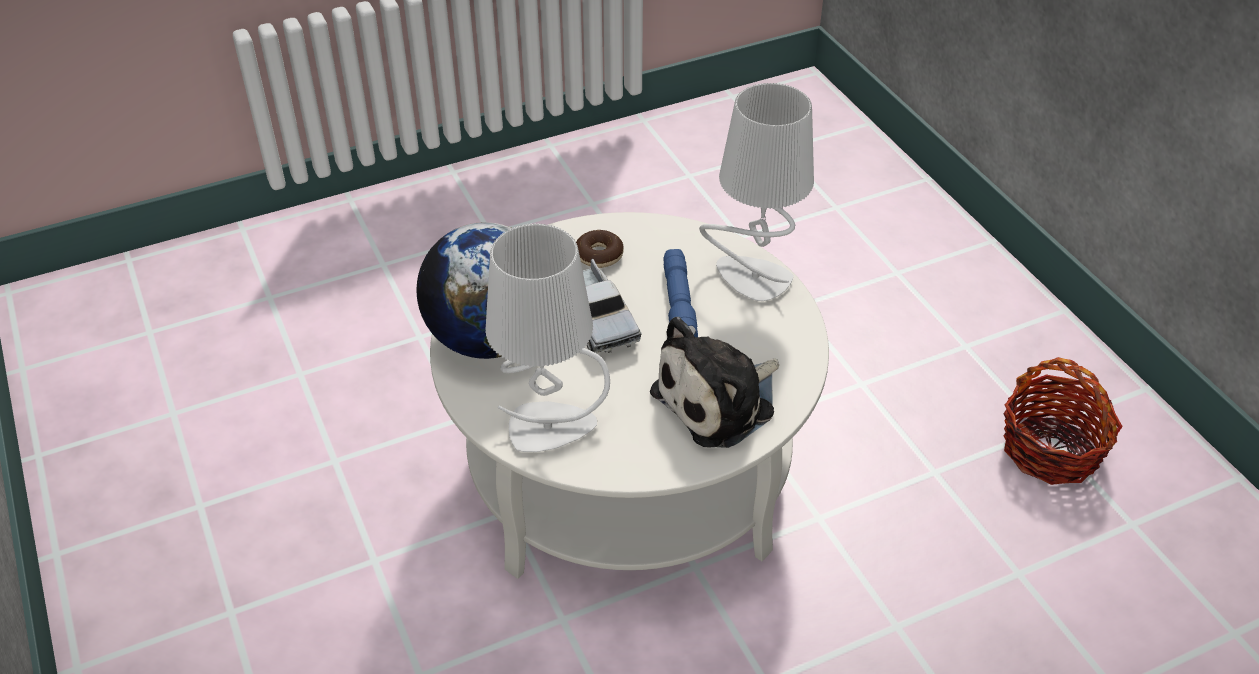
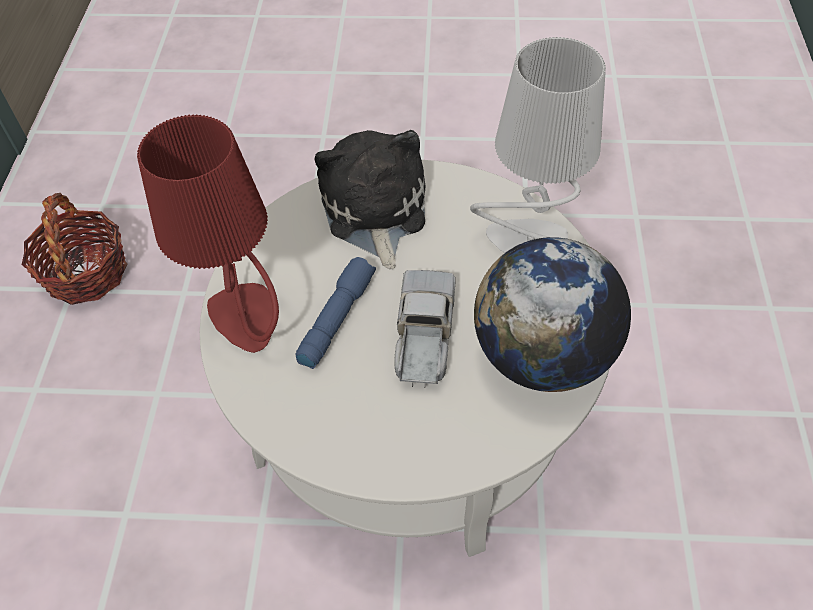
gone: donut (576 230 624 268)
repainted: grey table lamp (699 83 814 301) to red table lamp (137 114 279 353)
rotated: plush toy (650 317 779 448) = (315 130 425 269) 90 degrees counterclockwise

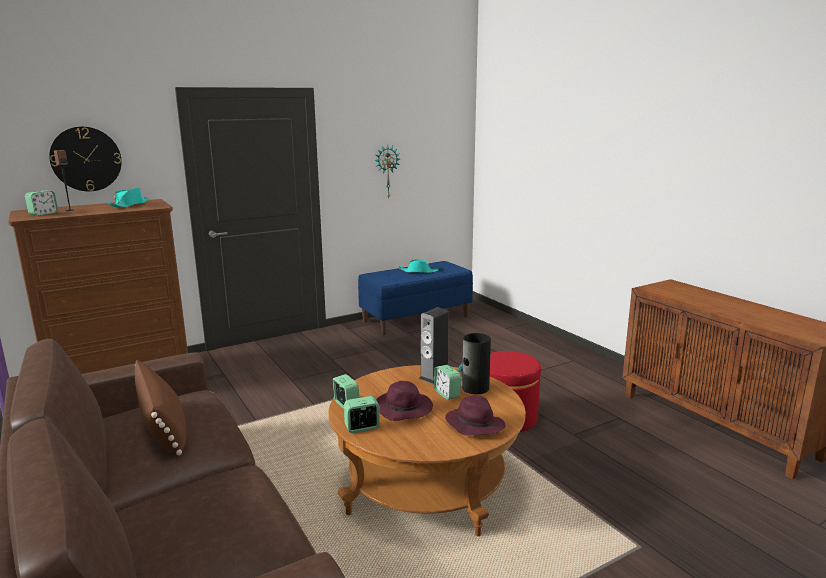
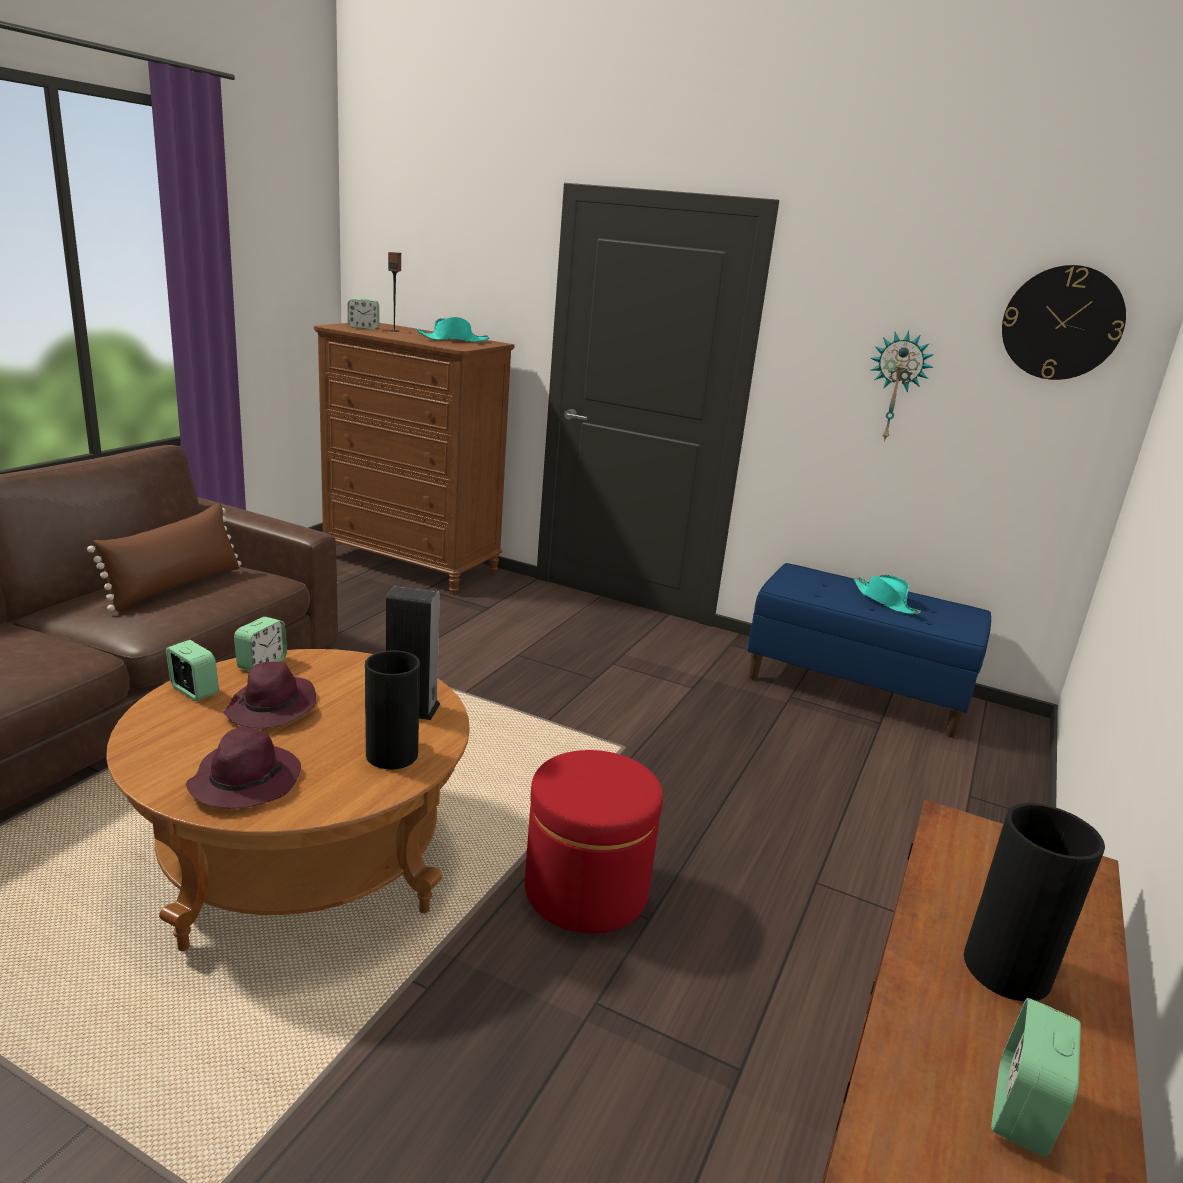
new: vase (964 803 1105 1002)
shifted: alarm clock (434 365 461 400) to (991 998 1081 1157); wall clock (49 127 122 191) to (1002 265 1126 380)

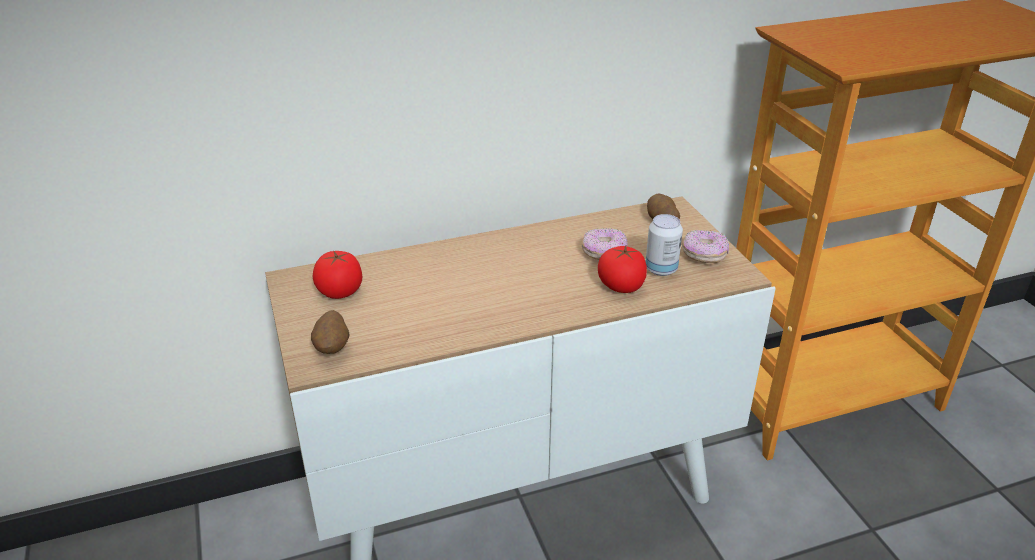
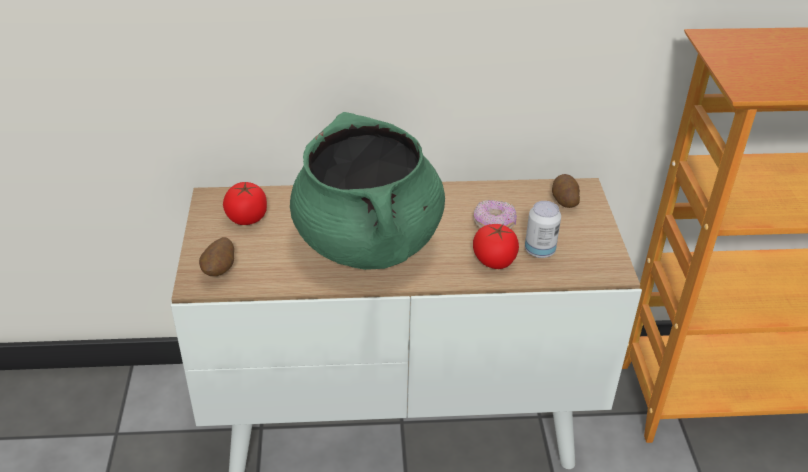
gone: donut (682 230 729 263)
new: green cooking pot (290 112 445 270)

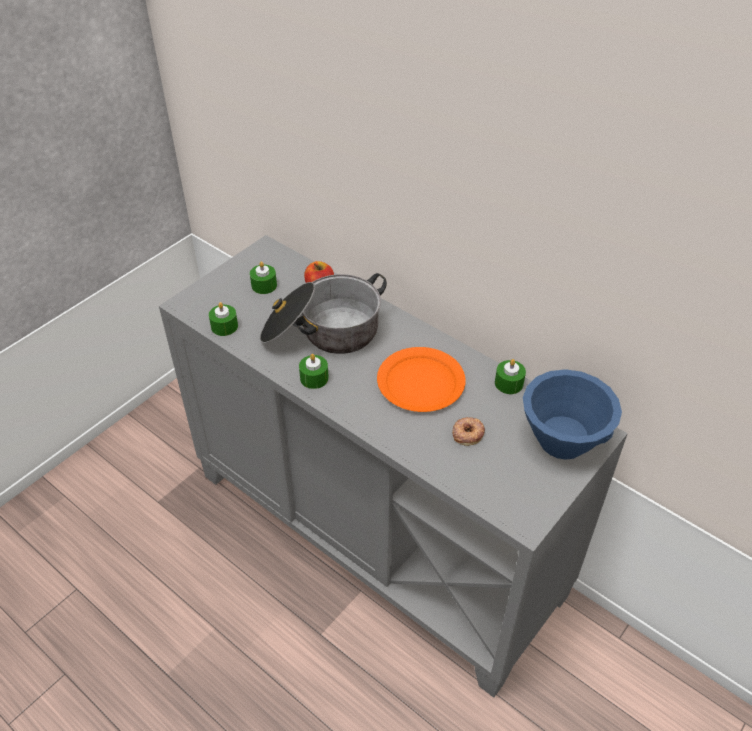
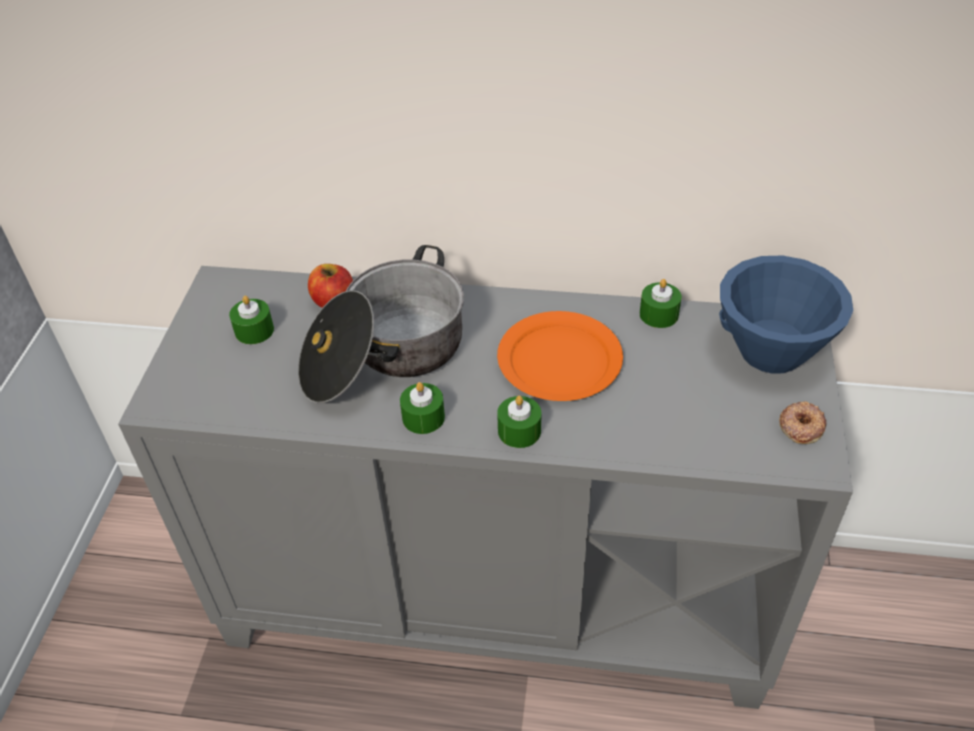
shifted: green candle (209 302 238 336) to (497 395 541 448); donut (452 417 485 446) to (779 401 826 444)

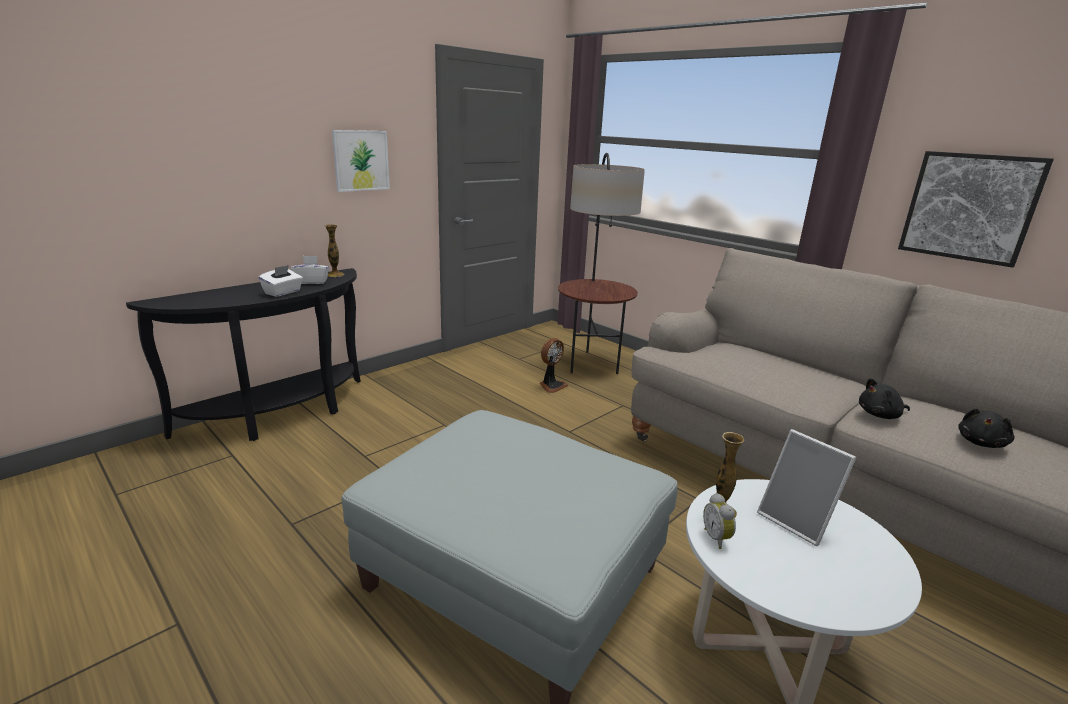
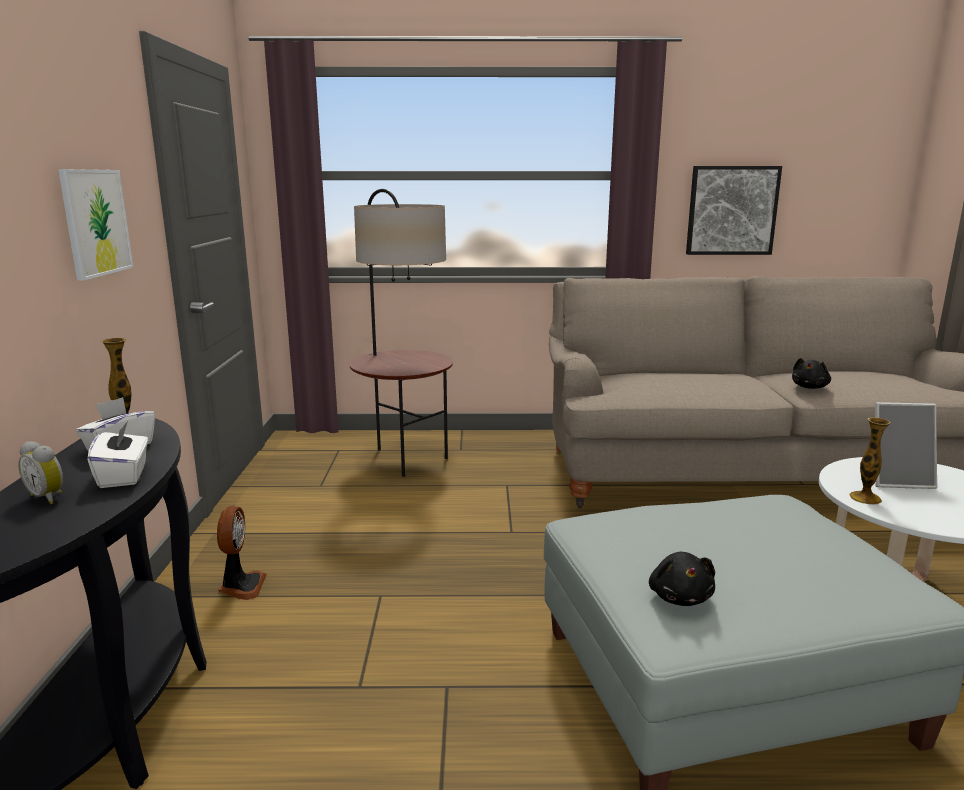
shifted: alarm clock (703 493 736 549) to (18 441 63 504); fan (540 338 568 393) to (217 506 267 600); black plush toy (958 408 1015 448) to (649 552 715 606)

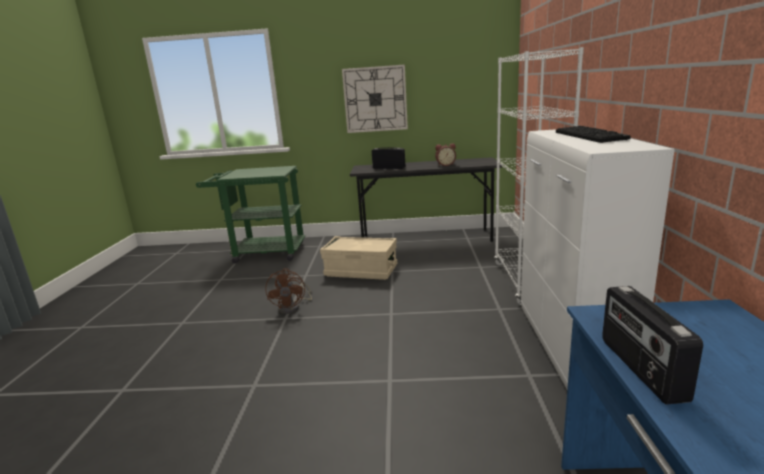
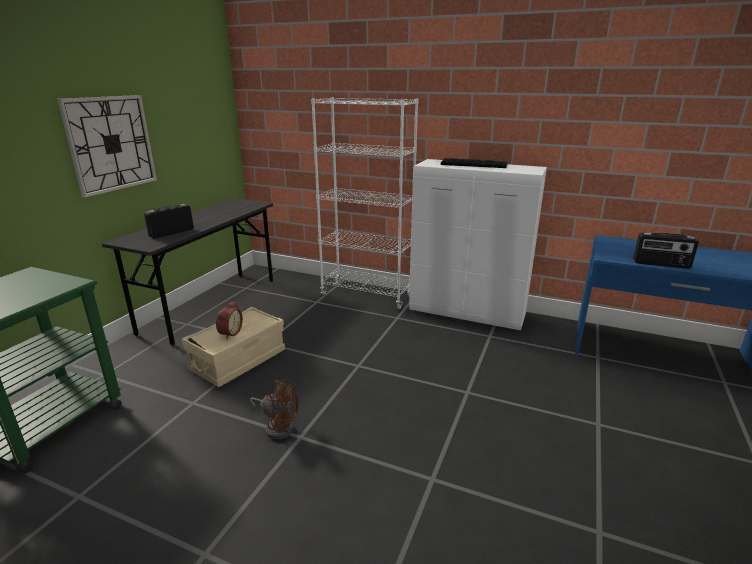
shifted: alarm clock (435 143 456 166) to (216 301 243 339)

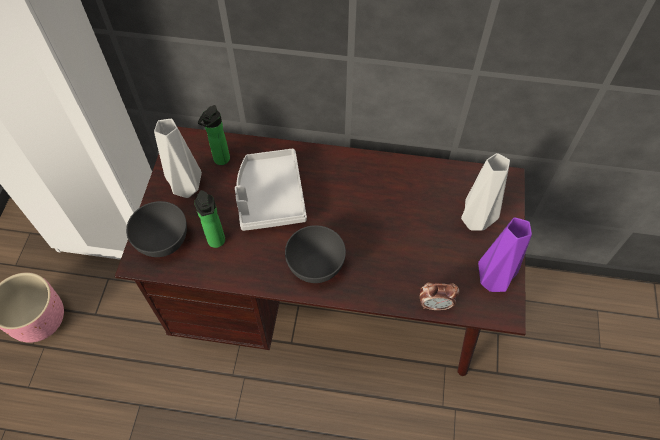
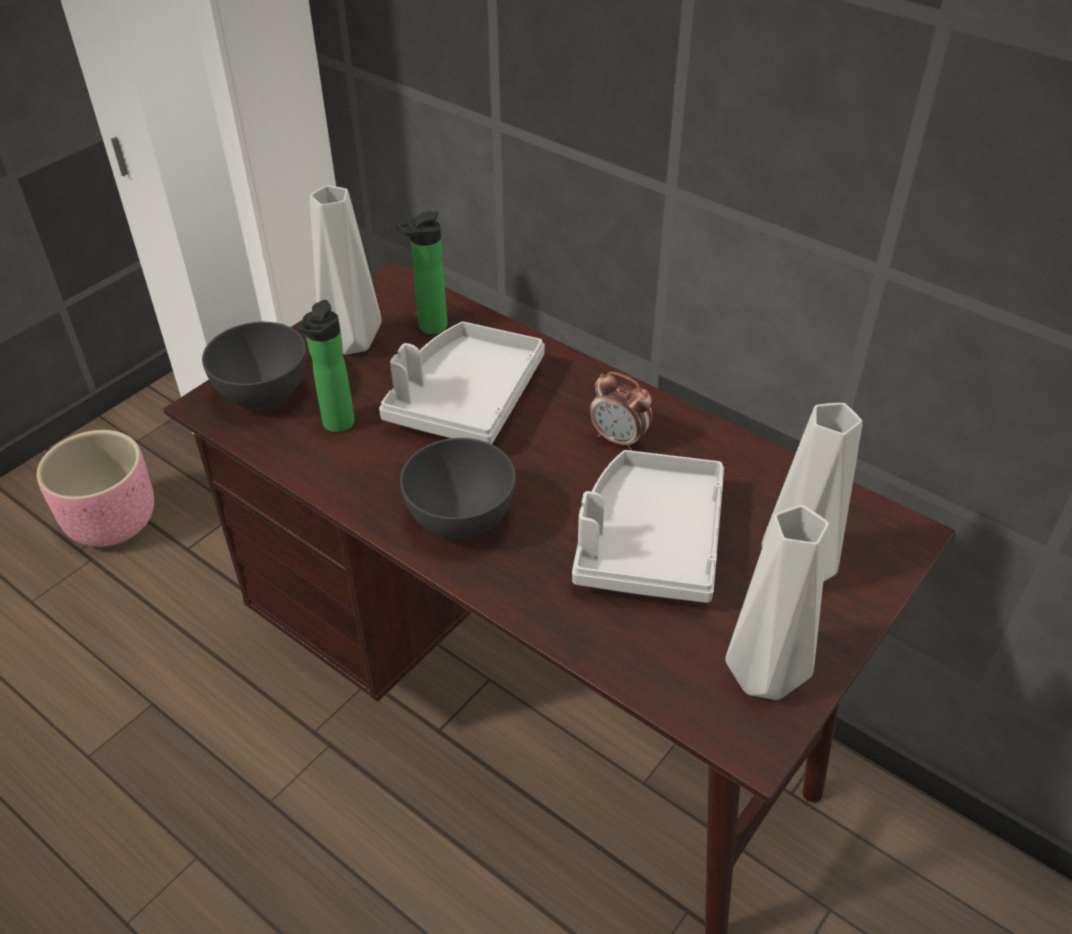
new: grey tray (572 450 724 603)
shifted: alarm clock (420 282 459 310) to (589 372 652 451)
repainted: purple vase (478 217 532 292) to grey vase (725 505 829 700)

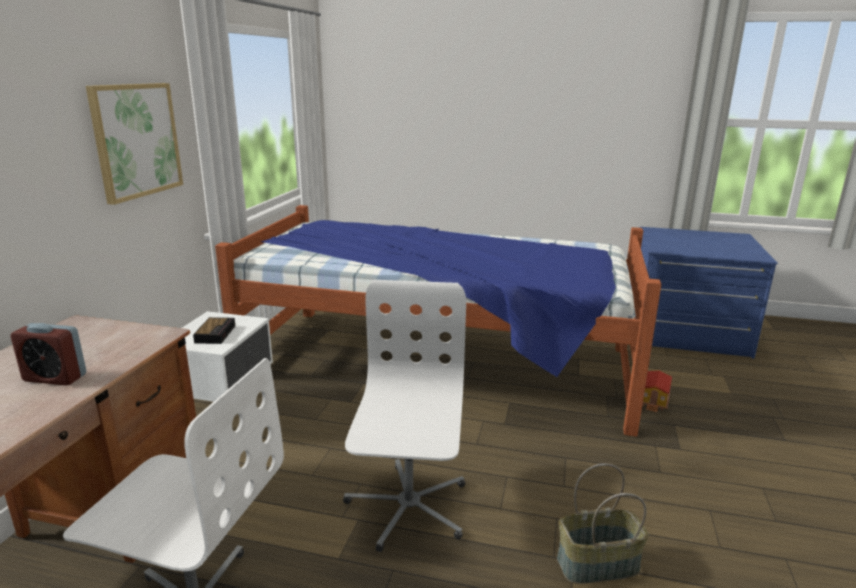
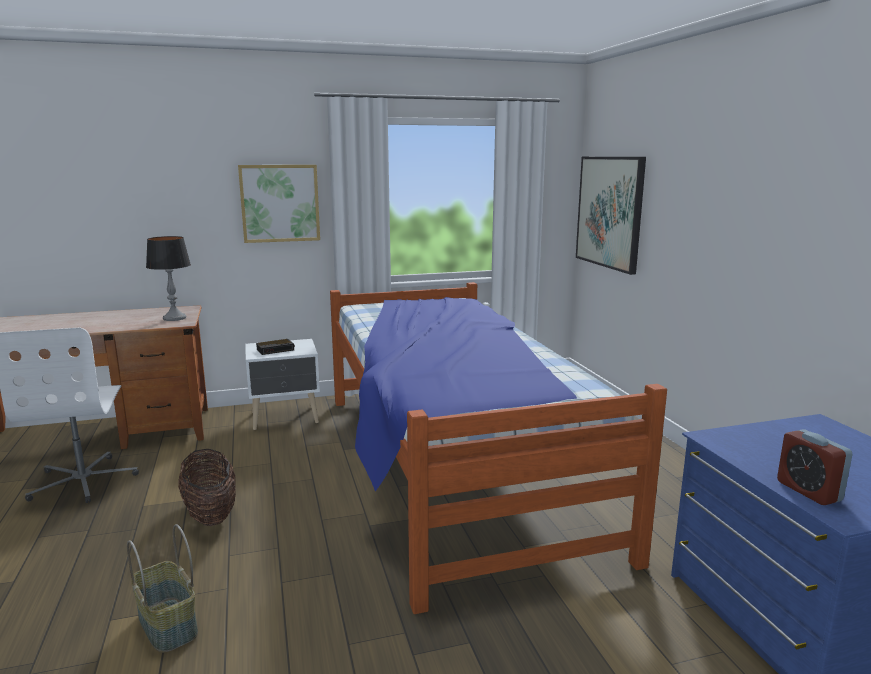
gone: toy house (642 370 672 412)
new: table lamp (146 236 191 321); picture (576 157 646 275)
shifted: alarm clock (10 323 86 385) to (777 429 853 505)
swapped: white office chair (343 280 466 552) to basket (178 449 236 526)

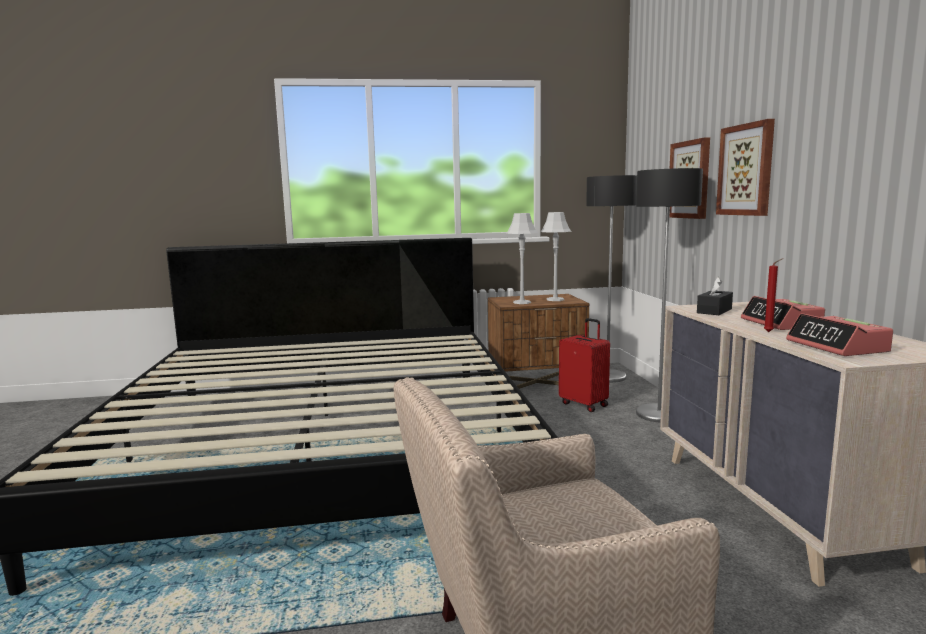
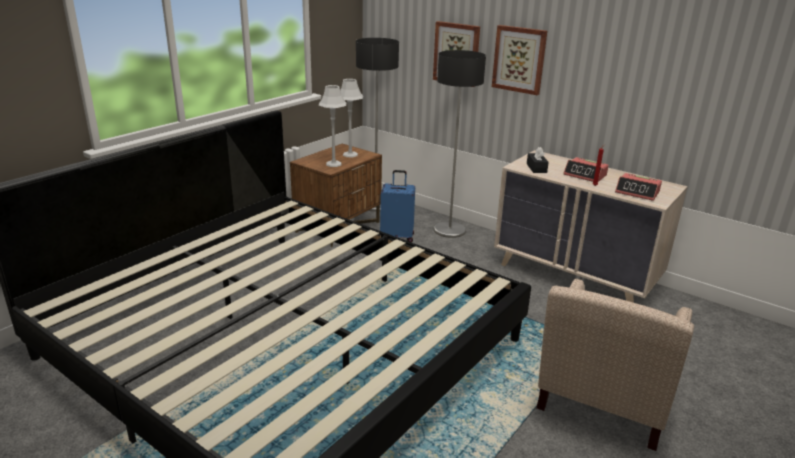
repainted: red suitcase (559 318 610 412) to blue suitcase (380 170 415 242)

